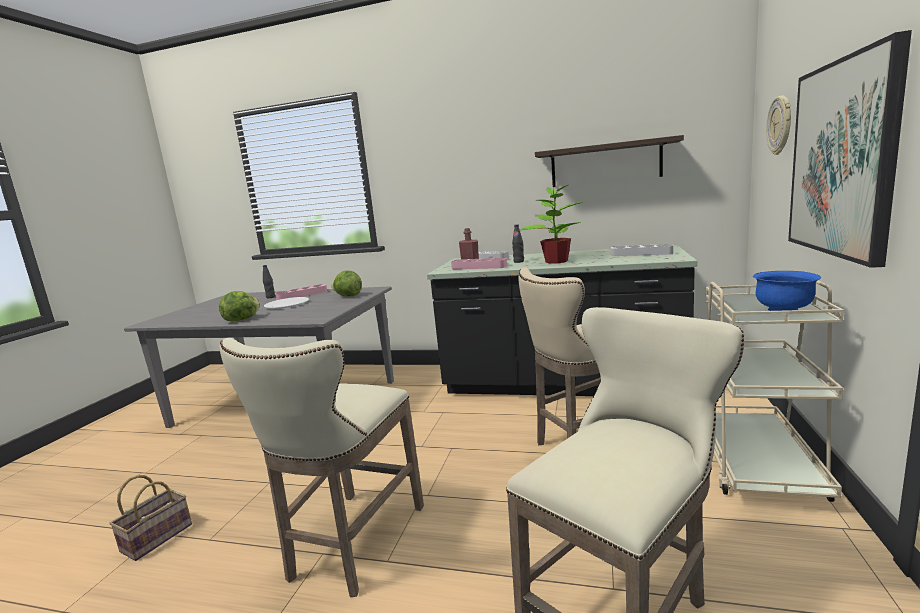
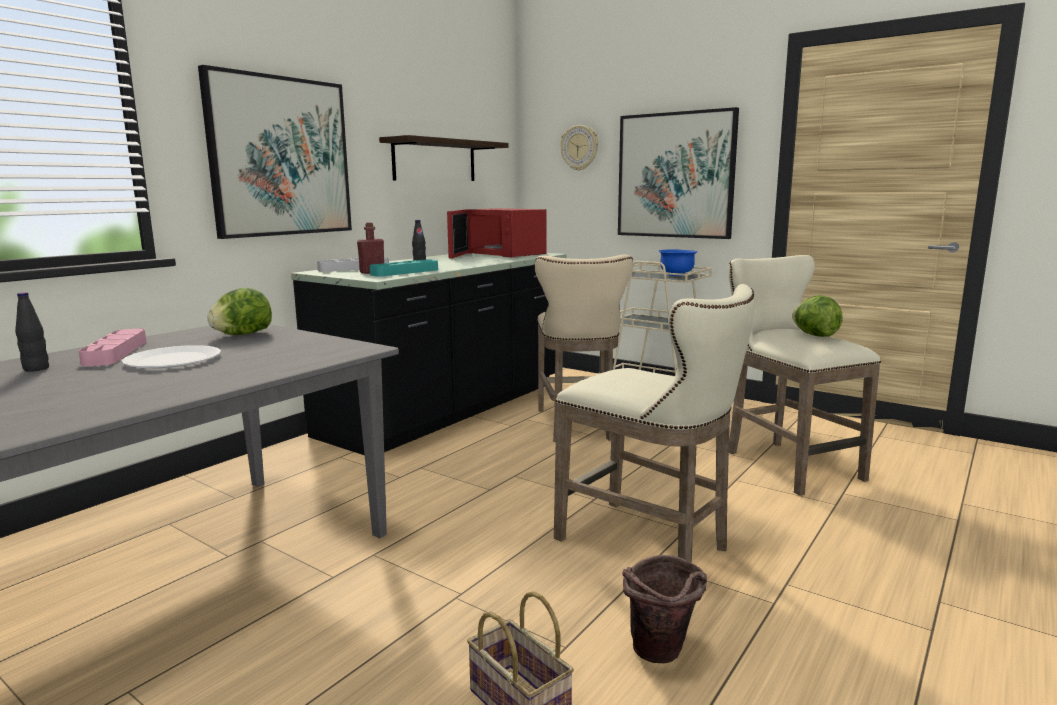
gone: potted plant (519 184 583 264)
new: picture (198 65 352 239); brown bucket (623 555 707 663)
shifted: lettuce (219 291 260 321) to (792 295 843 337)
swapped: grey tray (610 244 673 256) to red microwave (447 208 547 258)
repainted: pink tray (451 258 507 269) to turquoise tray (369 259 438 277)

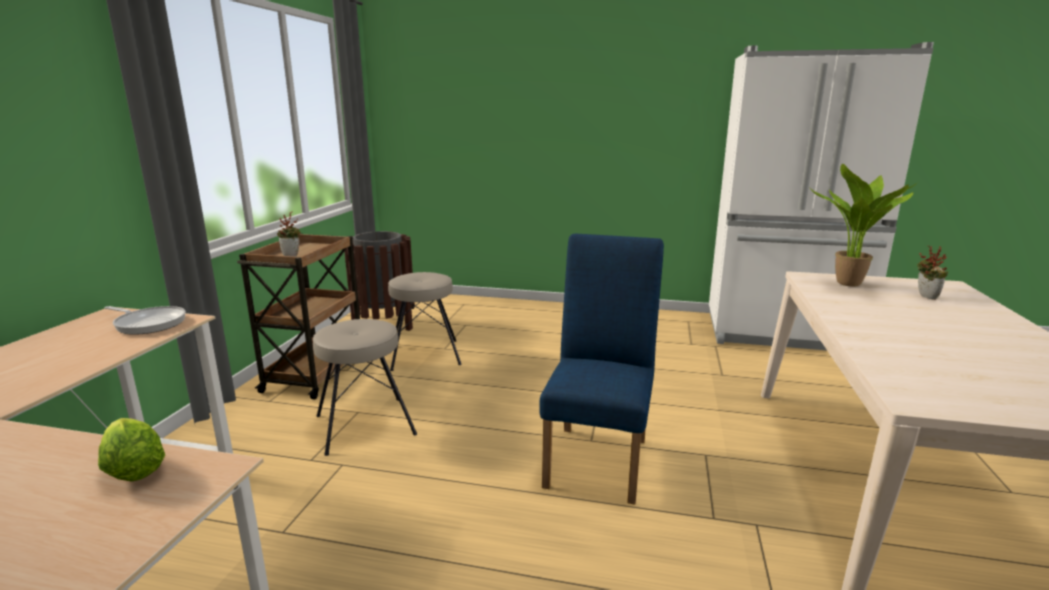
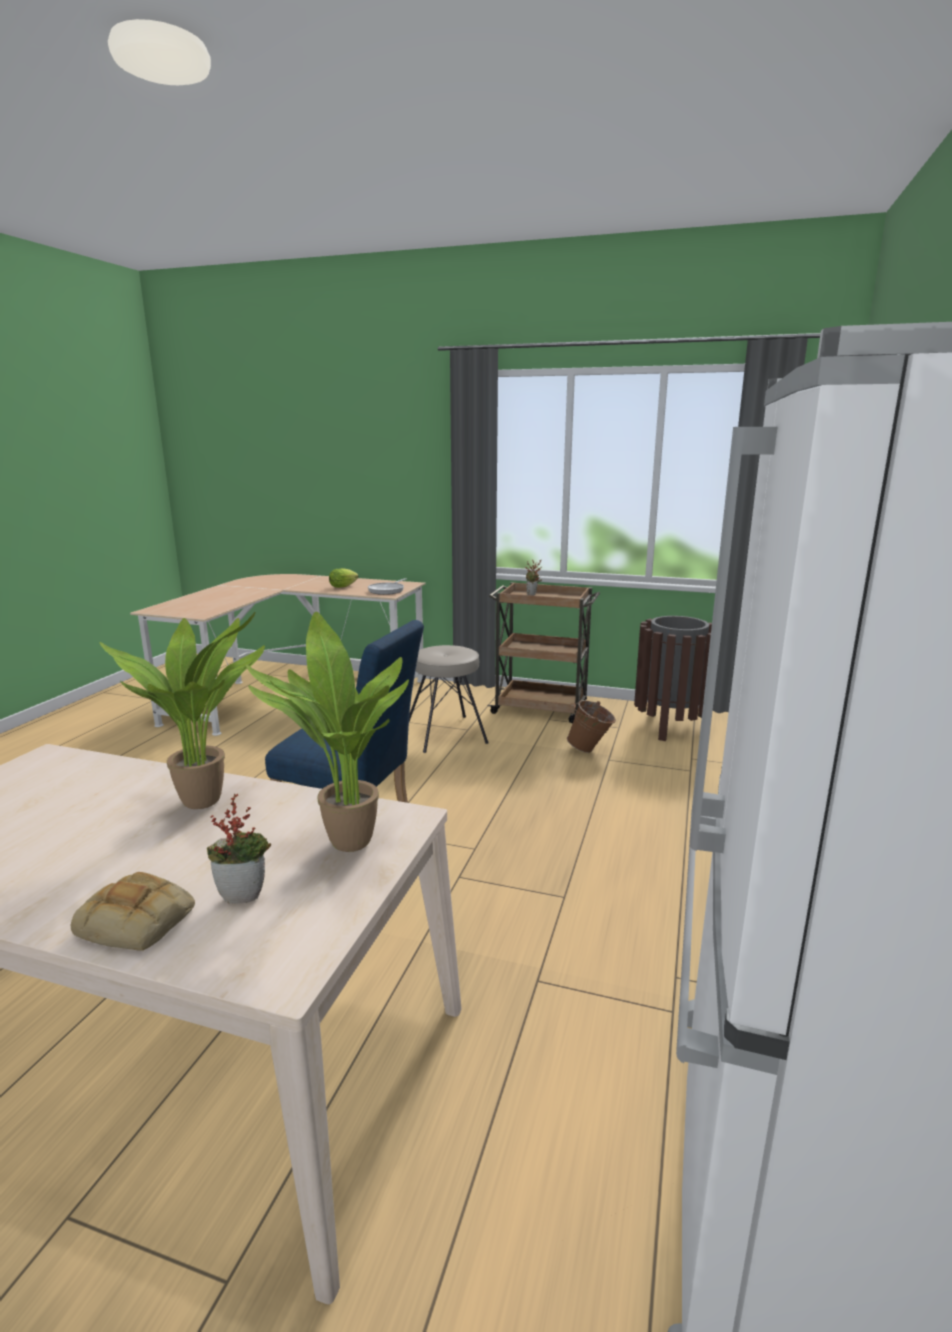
new: bread (71 872 195 951); potted plant (99 612 265 809)
shifted: lettuce (98 418 165 482) to (329 568 359 588)
swapped: beige stool (388 272 462 371) to brown bucket (567 700 616 753)

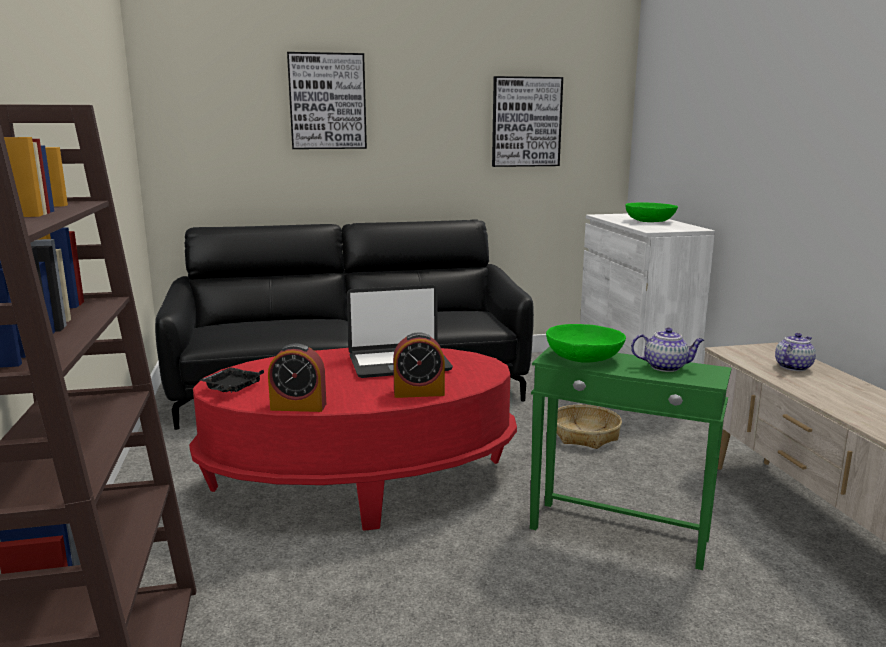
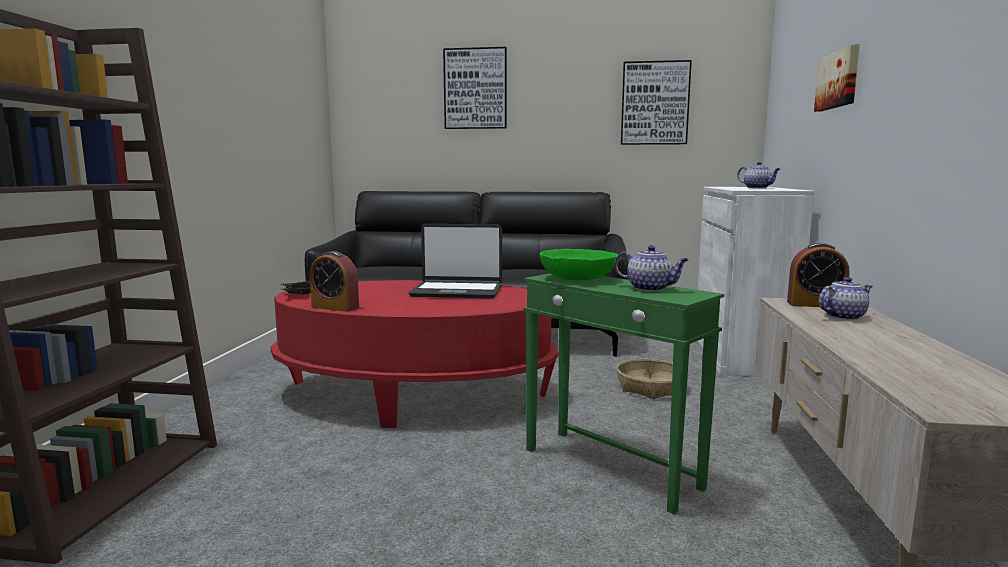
new: picture (814 44 860 112)
shifted: alarm clock (393 332 445 398) to (787 243 849 307)
swapped: green bowl (625 202 678 222) to teapot (737 162 780 188)

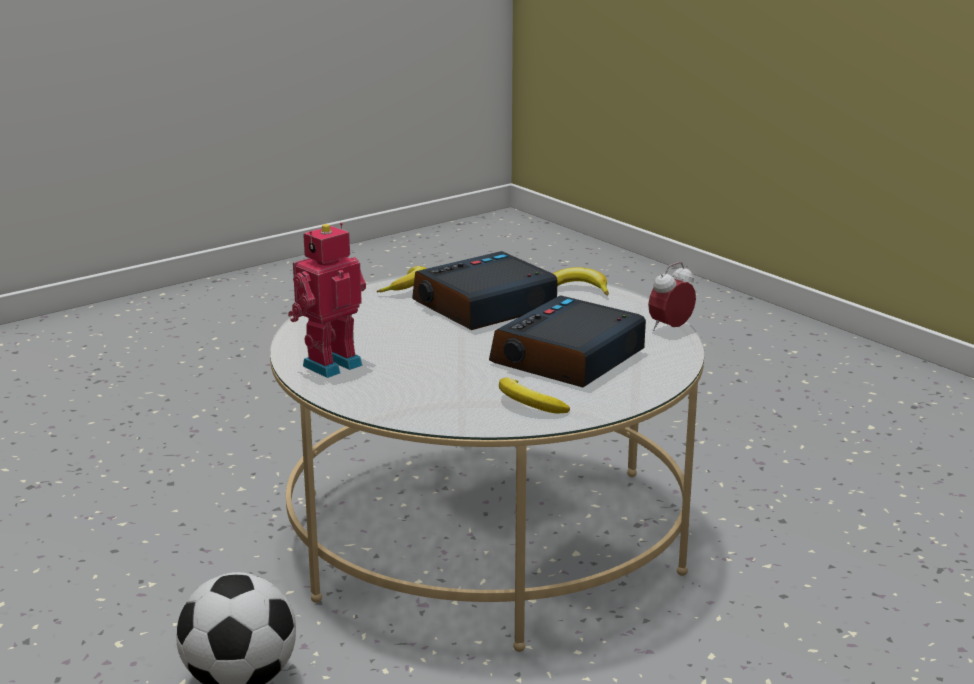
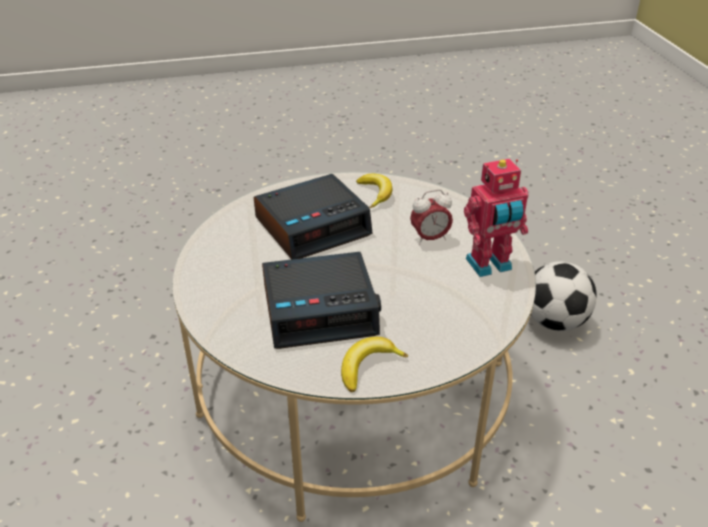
gone: banana (553 267 609 295)
shifted: alarm clock (648 262 696 331) to (410 189 453 245)

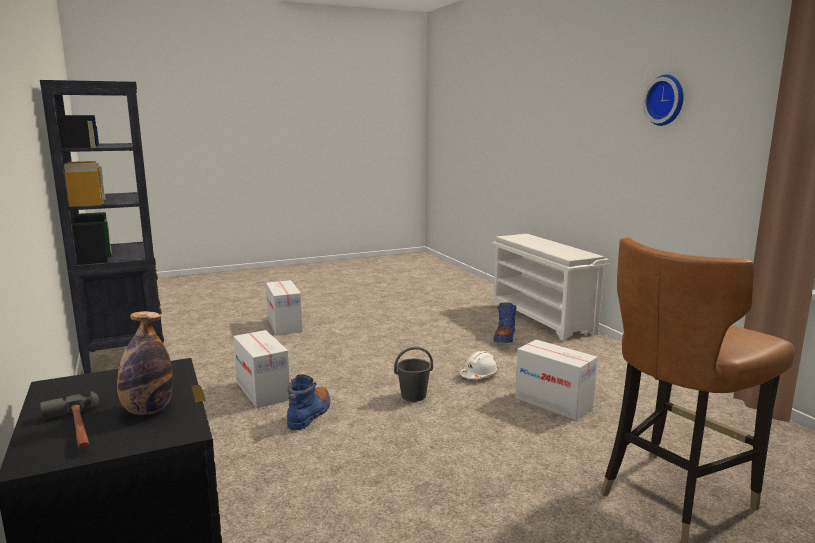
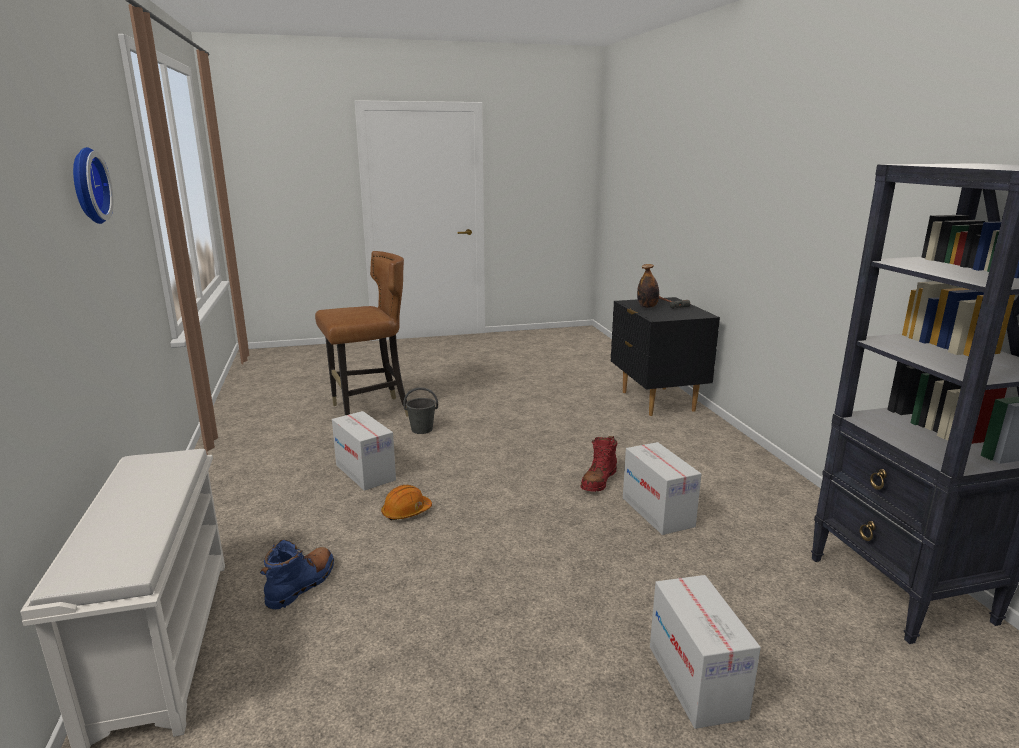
shifted: grey bucket (394 347 433 402) to (403 387 438 434)
repainted: white hard hat (460 351 499 379) to orange hard hat (381 485 432 520); blue boot (287 374 330 430) to red boot (580 436 617 492)

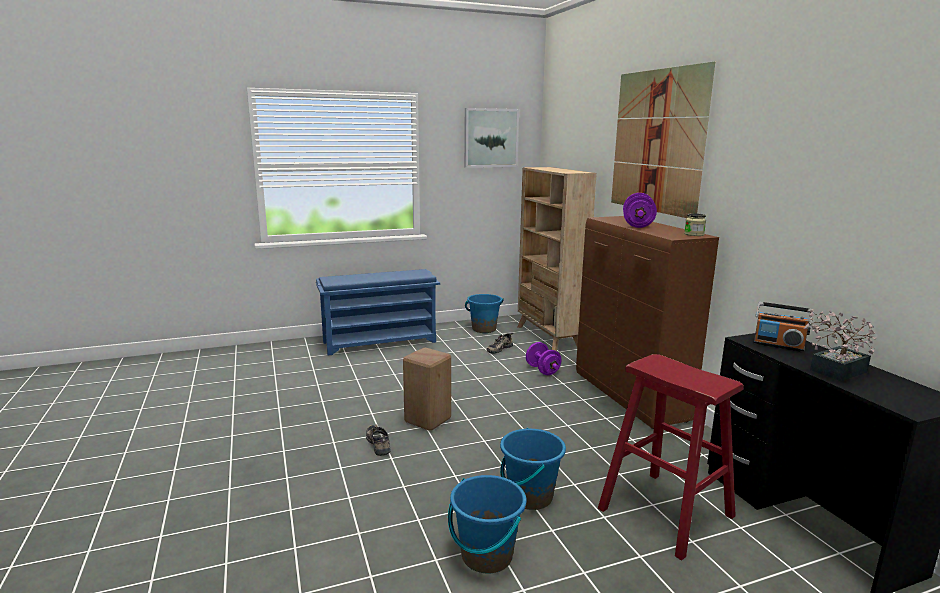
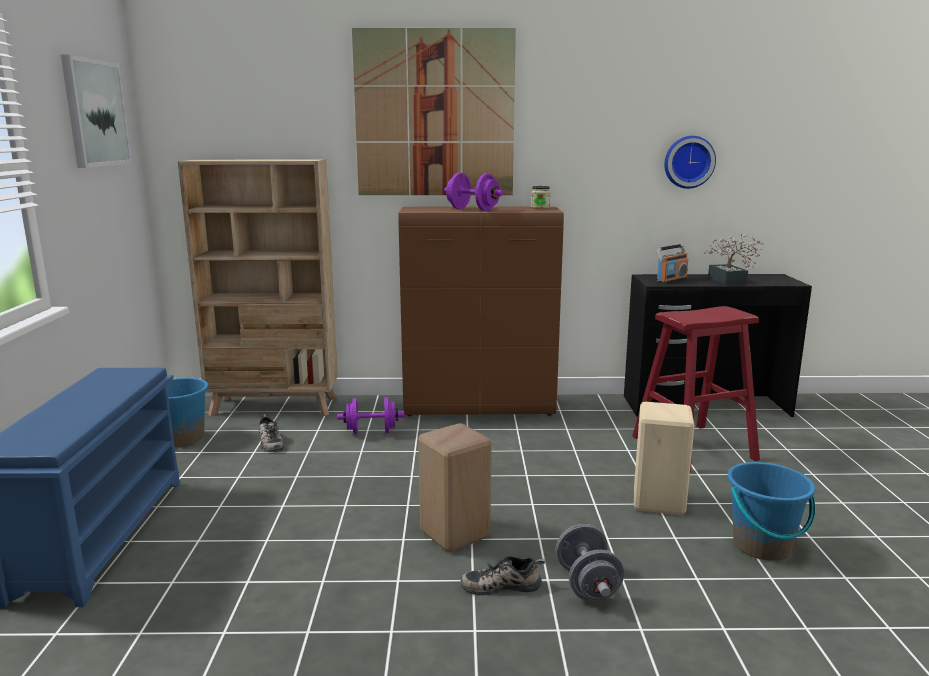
new: grey dumbbell (555 524 624 602); wall clock (664 136 716 189)
swapped: blue bucket (500 428 566 510) to beige stool (634 402 694 515)

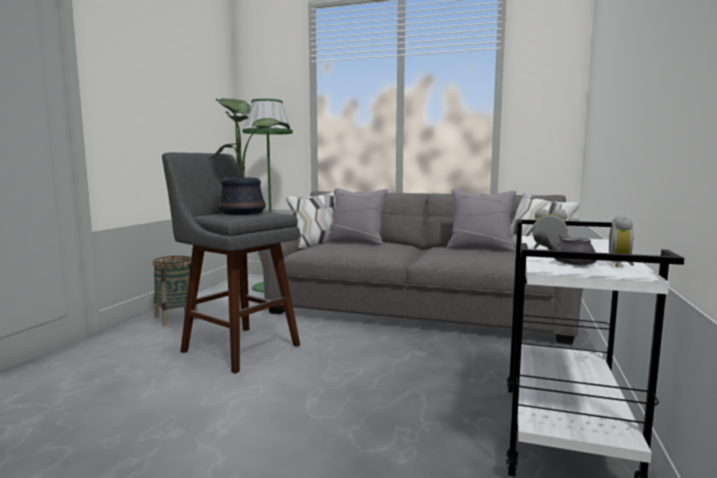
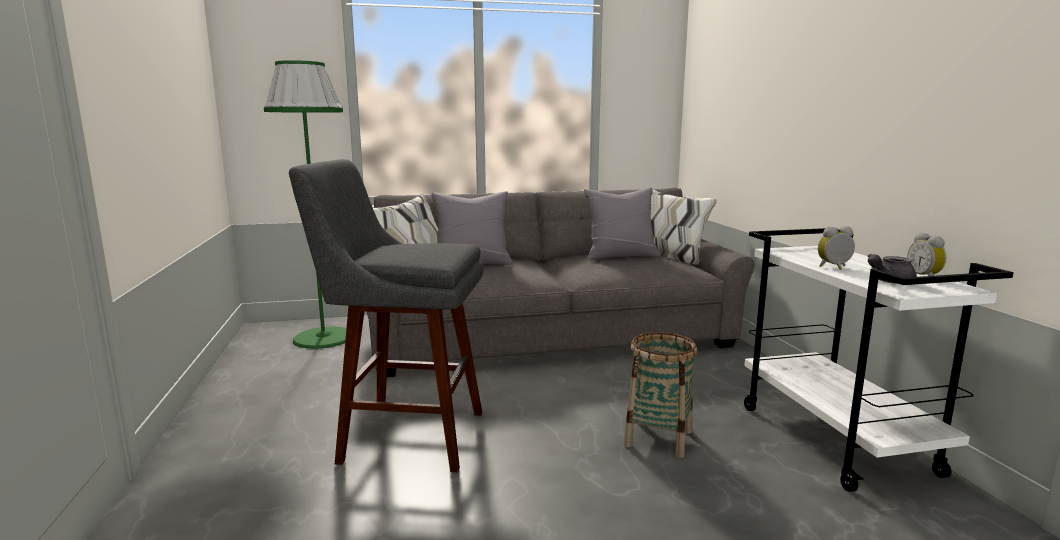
gone: potted plant (208 98 290 215)
shifted: basket (152 256 198 326) to (624 332 697 458)

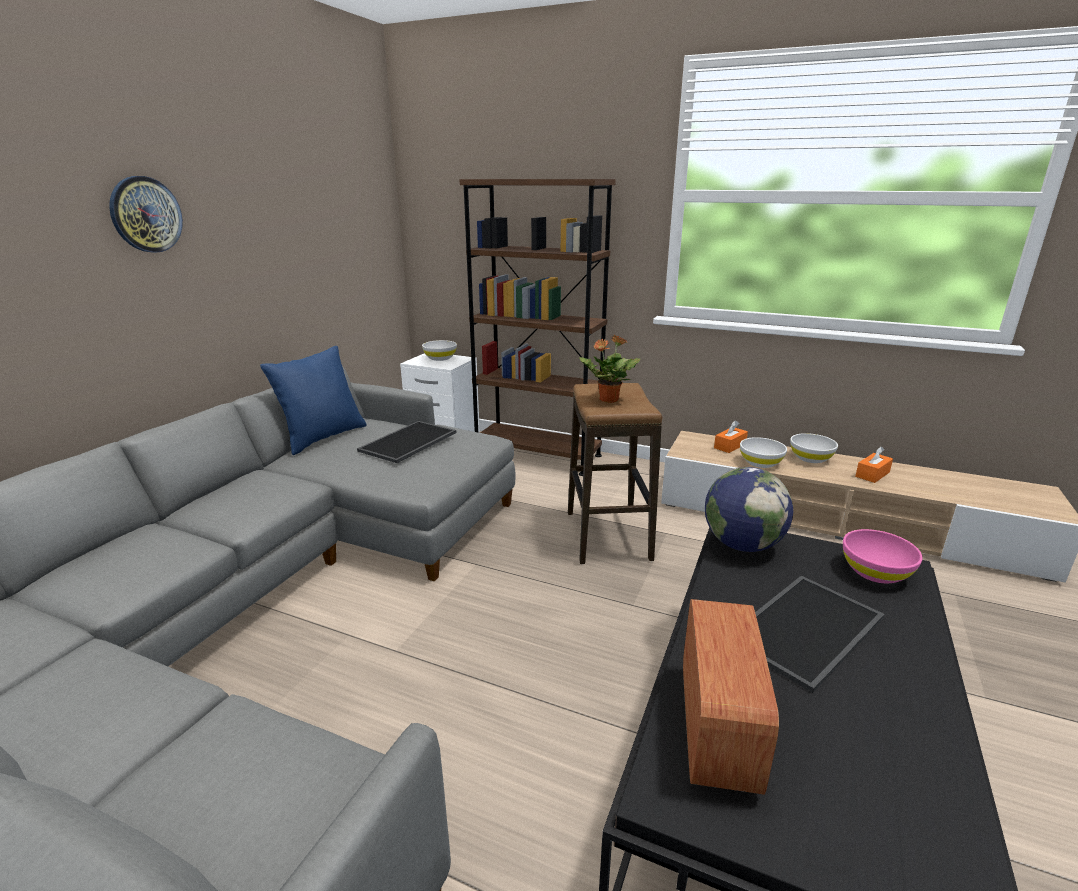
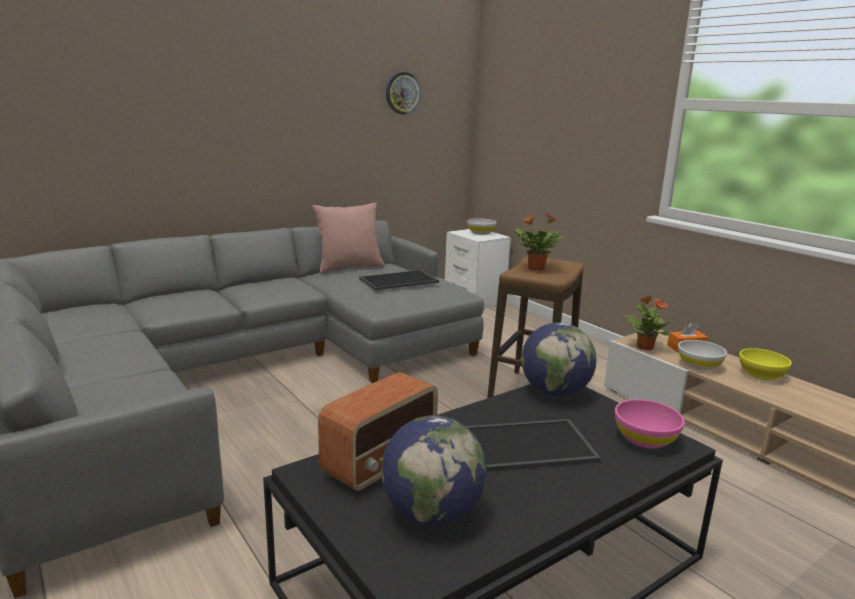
gone: brown bookcase (459 179 616 476); orange tissue box (855 447 893 483)
new: globe (381 415 487 525); potted plant (625 296 675 350)
shifted: wall clock (109 176 183 253) to (386 72 421 114)
repainted: blue pillow (260 346 367 455) to pink pillow (313 203 385 274); white bowl (790 433 838 463) to yellow bowl (739 348 792 380)

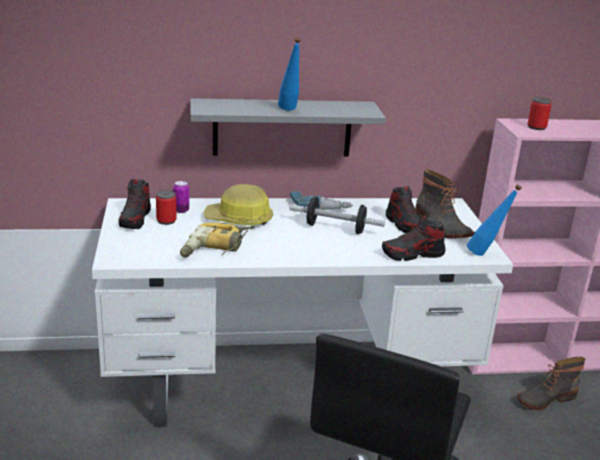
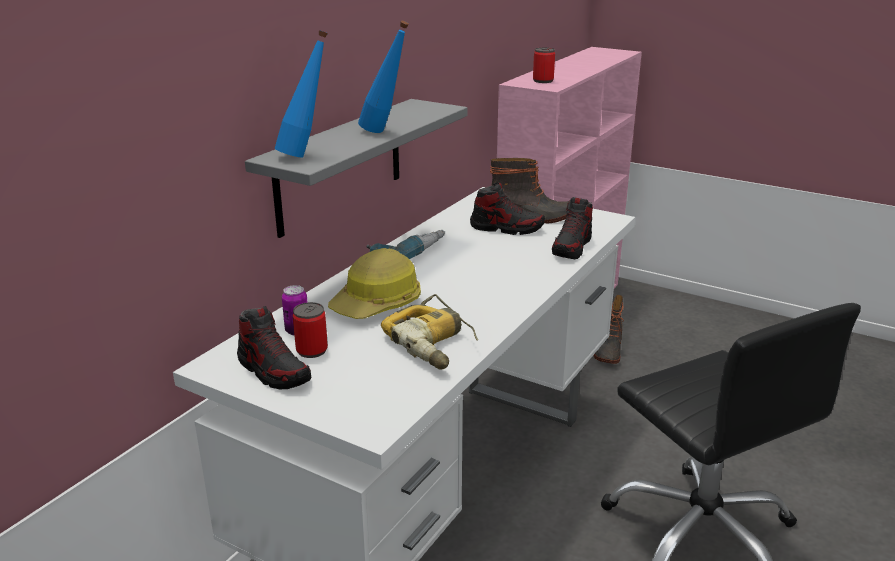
gone: dumbbell (290 197 385 234)
shifted: blue bottle (467 184 522 256) to (275 30 328 158)

